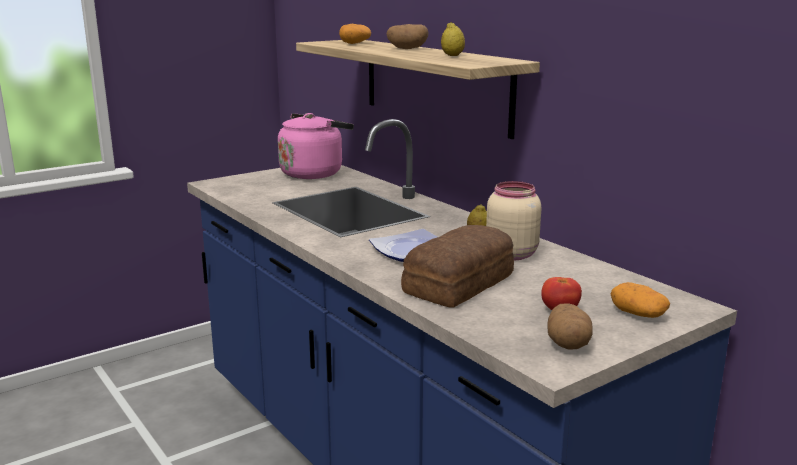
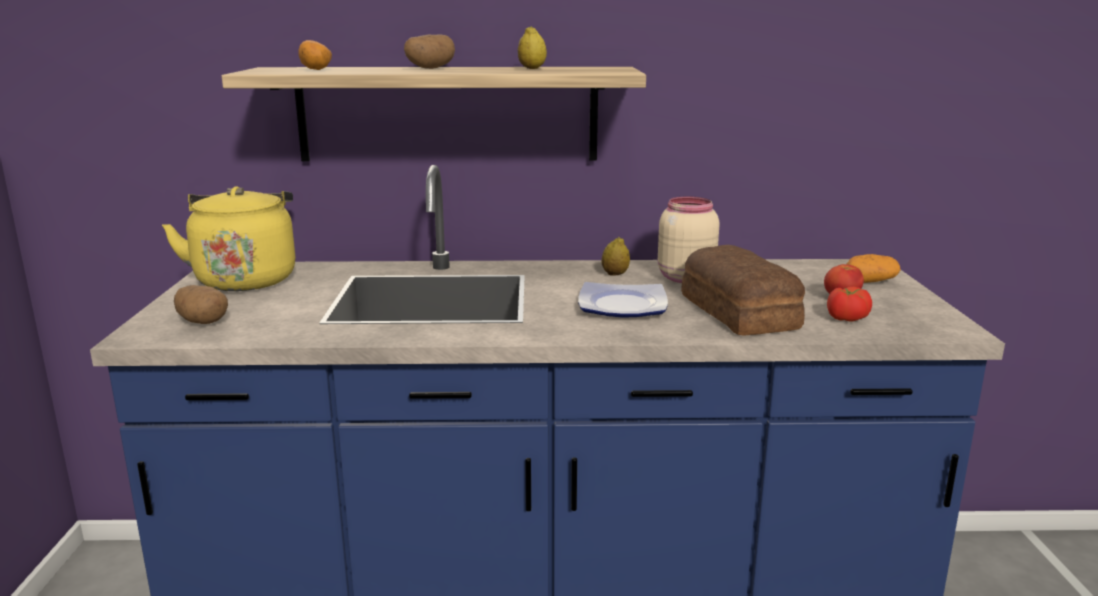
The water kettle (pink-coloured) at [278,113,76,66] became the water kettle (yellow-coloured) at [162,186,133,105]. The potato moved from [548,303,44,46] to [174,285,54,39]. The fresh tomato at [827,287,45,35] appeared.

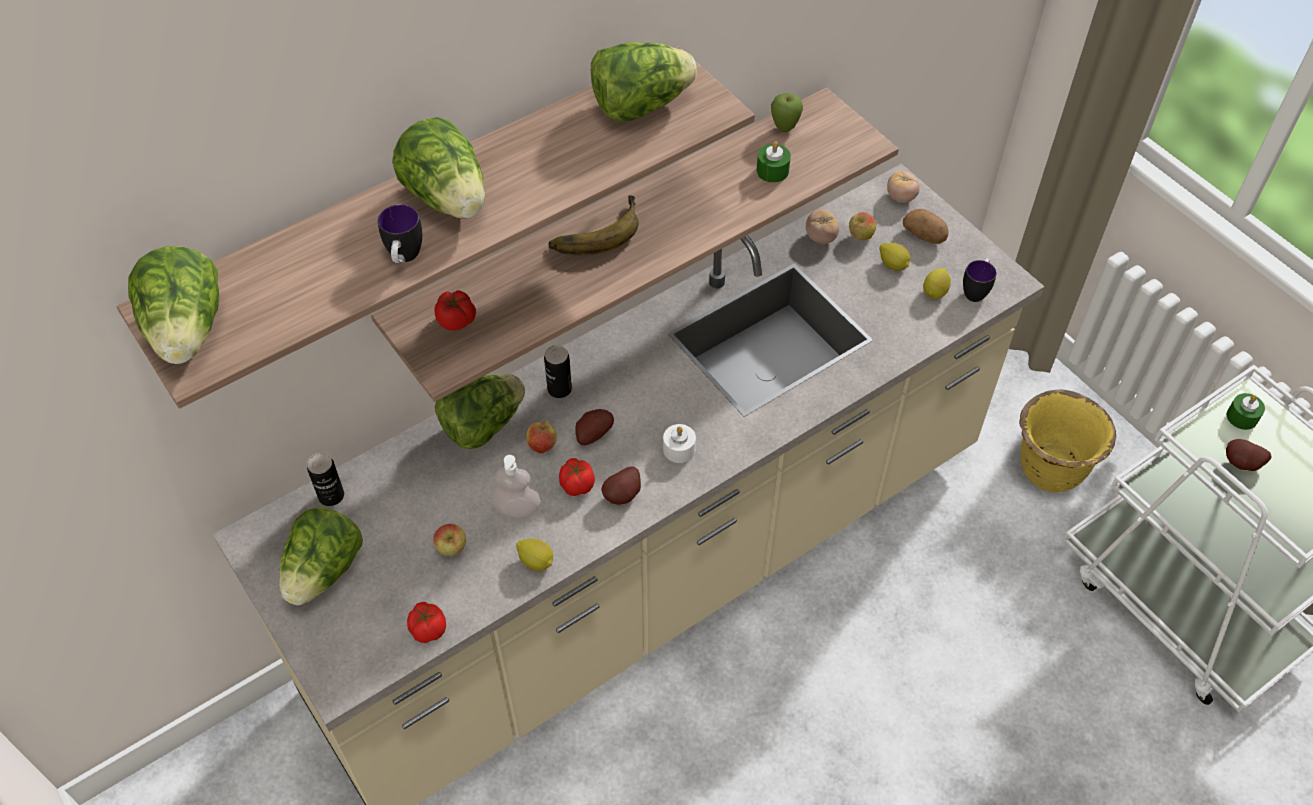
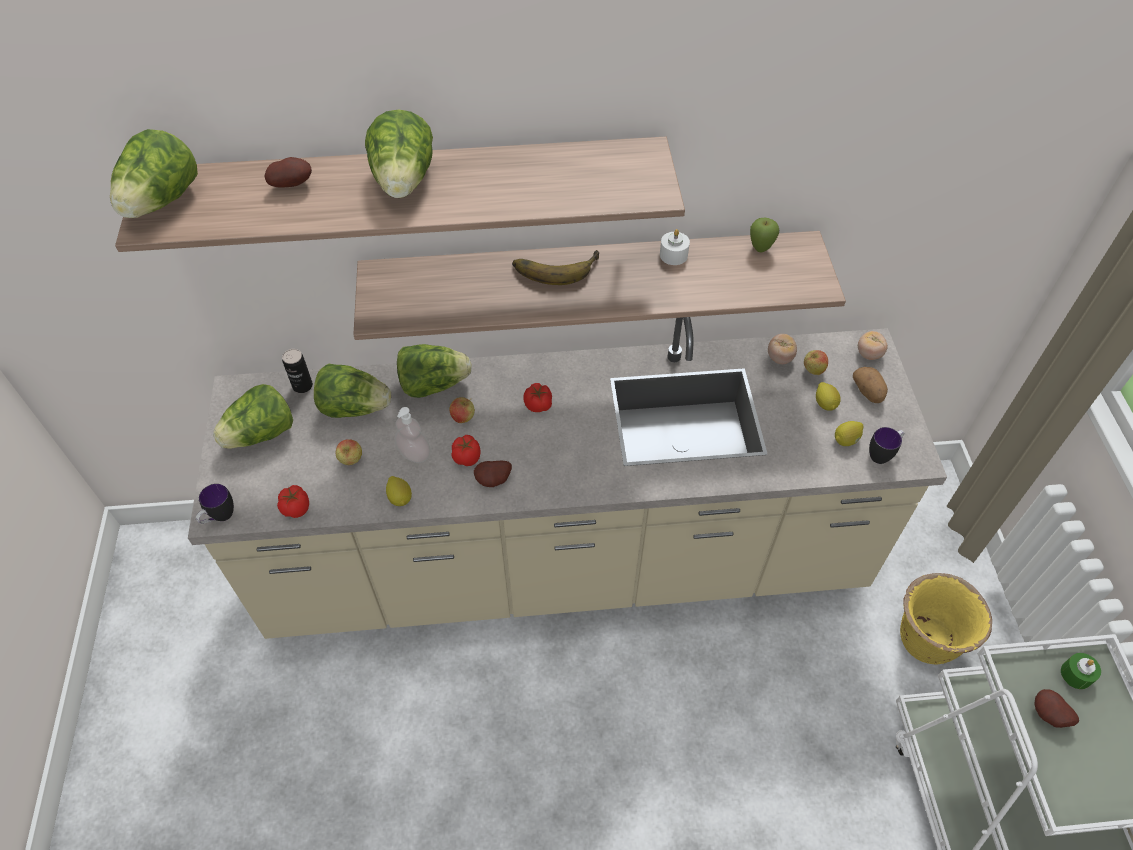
The lettuce head moved from [591,42,106,79] to [314,364,77,54]. The candle (green-coloured) at [757,141,34,42] disappeared. The mug moved from [378,204,44,59] to [196,484,38,40]. The fresh tomato moved from [434,290,42,41] to [523,383,29,29]. The sealed can at [544,345,28,53] disappeared. The potato moved from [575,409,39,36] to [265,157,47,31]. The candle (white) moved from [663,424,33,39] to [660,229,30,36].

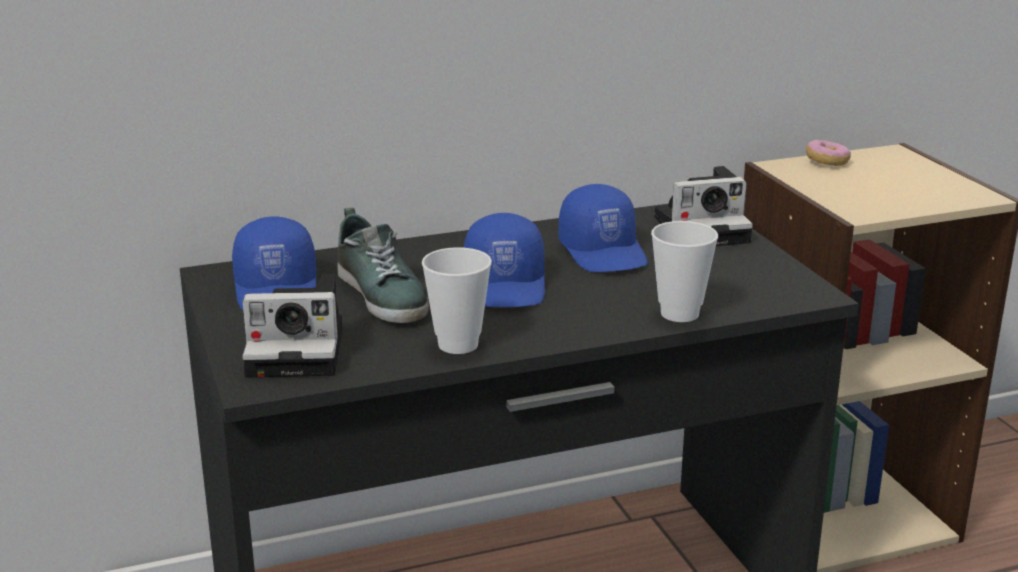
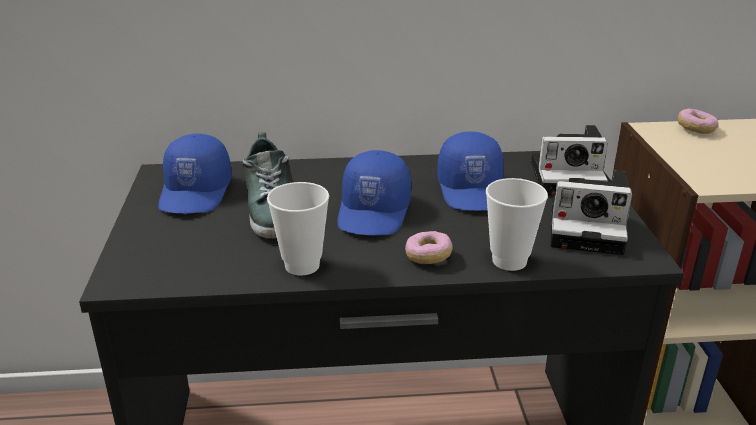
The photo camera moved from [242,274,101,104] to [551,171,81,84]. The doughnut at [405,231,47,33] appeared.

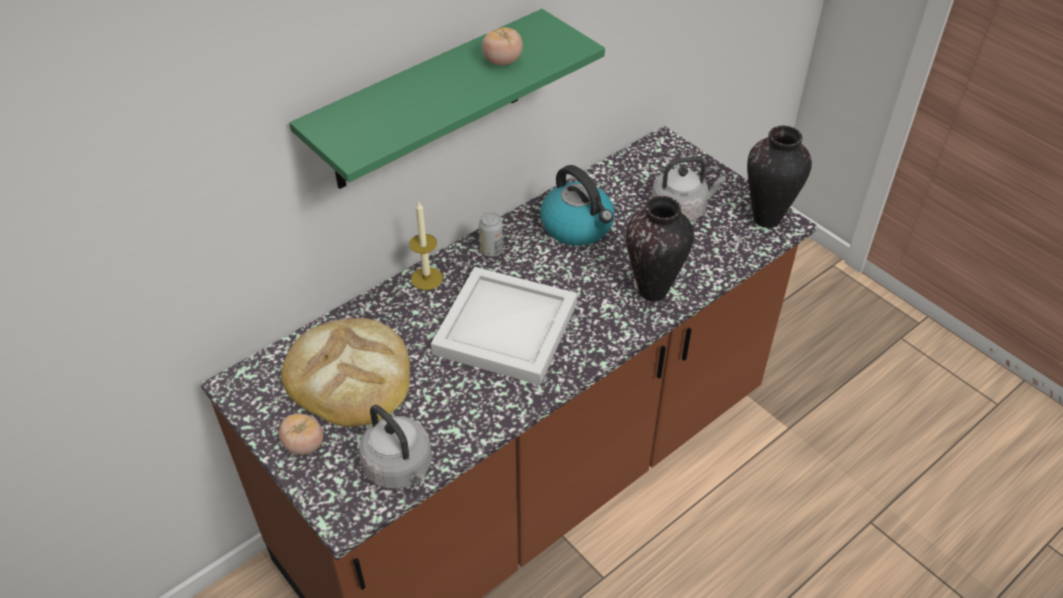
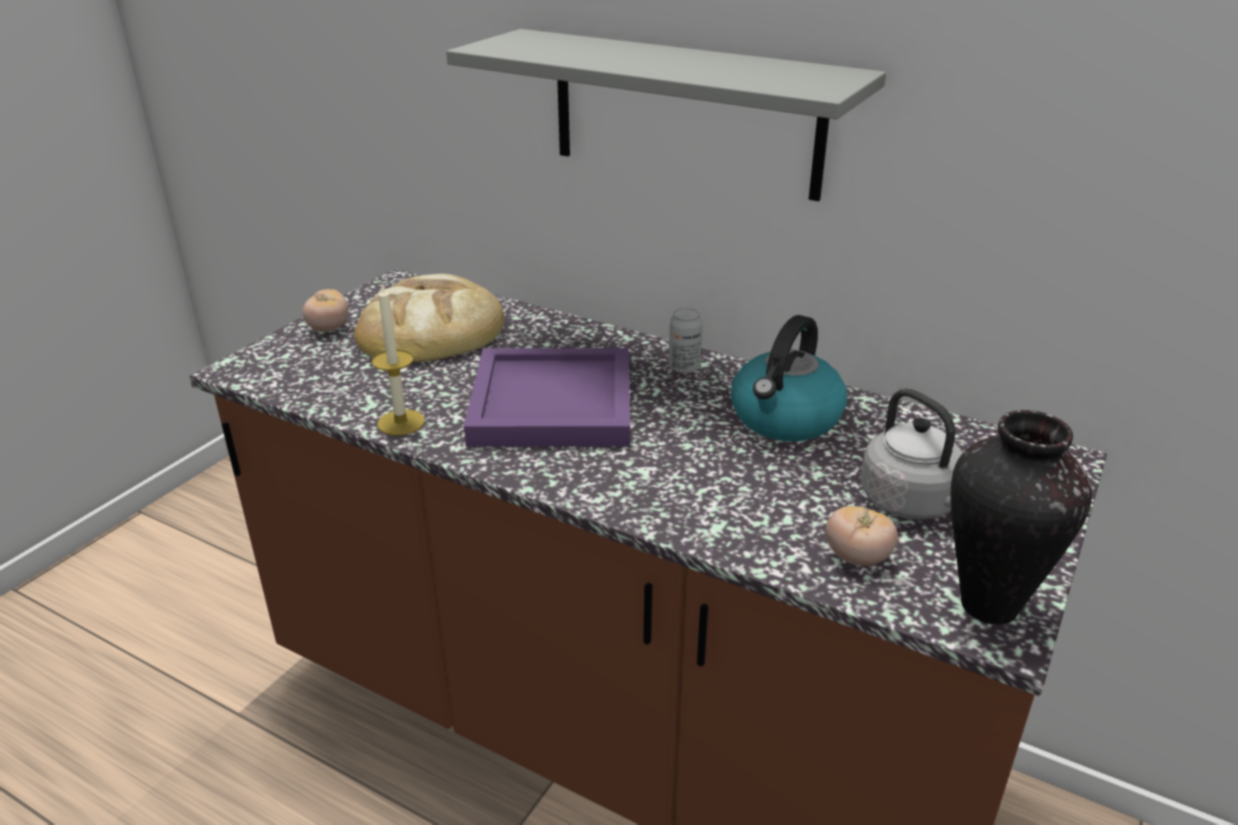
The shelf (green-coloured) at [289,9,316,180] became the shelf (gray) at [446,29,440,172]. The fresh tomato moved from [482,27,41,39] to [826,506,72,60]. The decorative vase at [626,196,68,105] disappeared. The candle moved from [409,200,34,90] to [371,284,54,151]. The tray (white) at [431,267,146,118] became the tray (purple-coloured) at [464,348,166,99]. The water kettle (gray) at [359,405,73,84] disappeared.

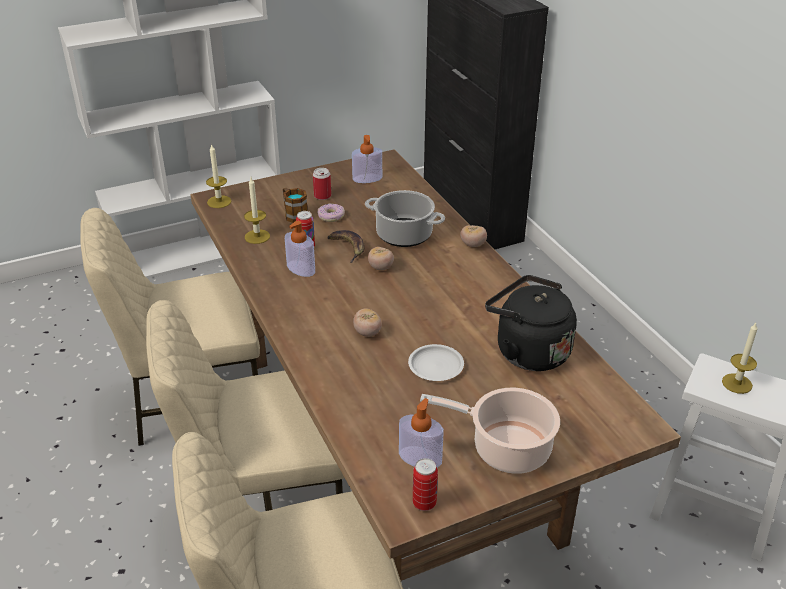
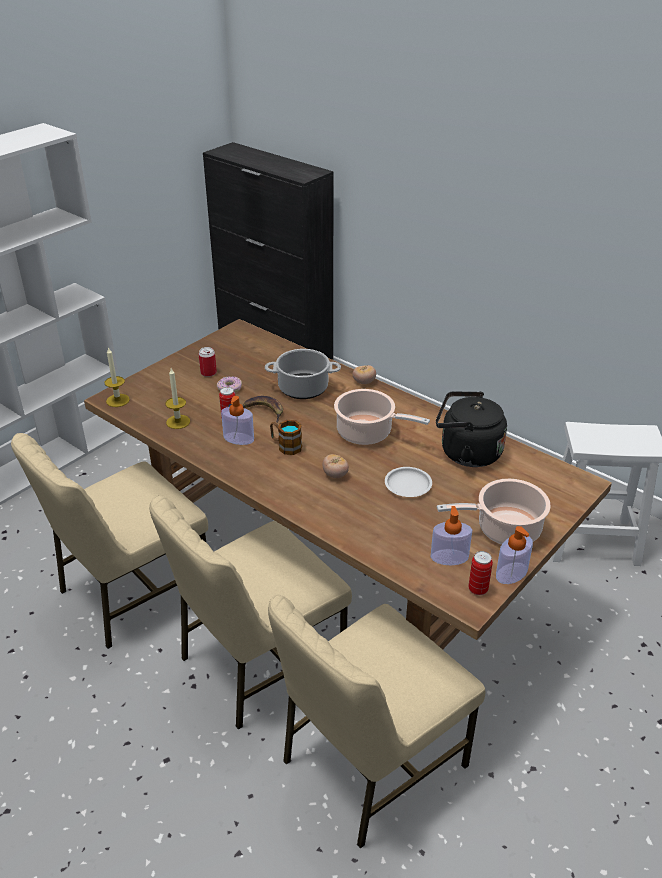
The soap dispenser moved from [352,135,30,48] to [496,526,37,58]. The mug moved from [283,188,24,35] to [270,420,32,35]. The fresh tomato at [368,247,26,23] disappeared. The candle at [722,323,36,71] disappeared. The cooking pot at [334,389,96,56] appeared.

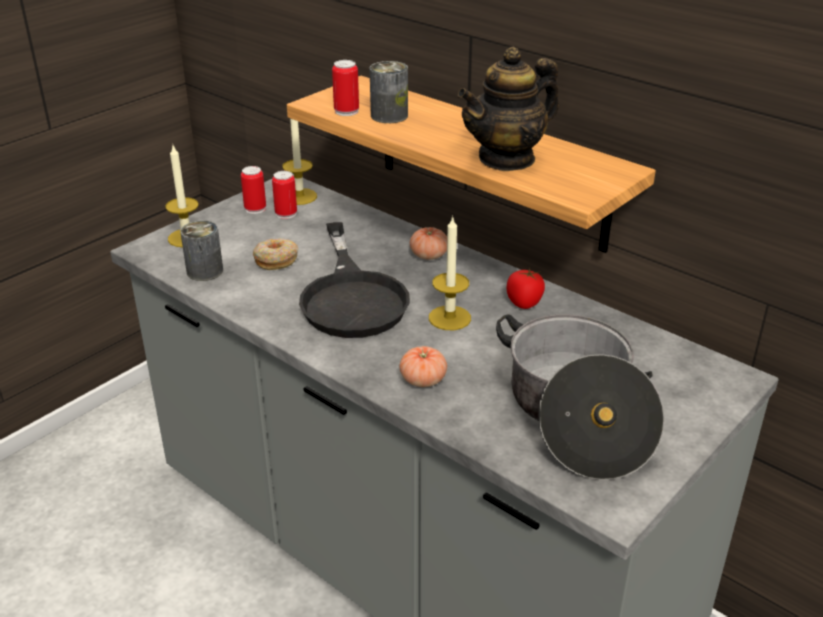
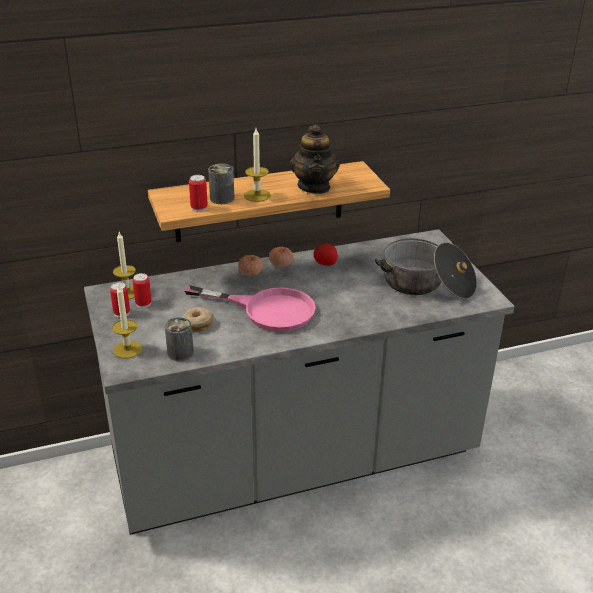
The candle moved from [429,216,42,114] to [244,128,27,74]. The pan (black-coloured) at [299,222,111,116] became the pan (pink-coloured) at [184,285,132,47]. The fresh tomato moved from [399,346,48,41] to [269,247,25,20].

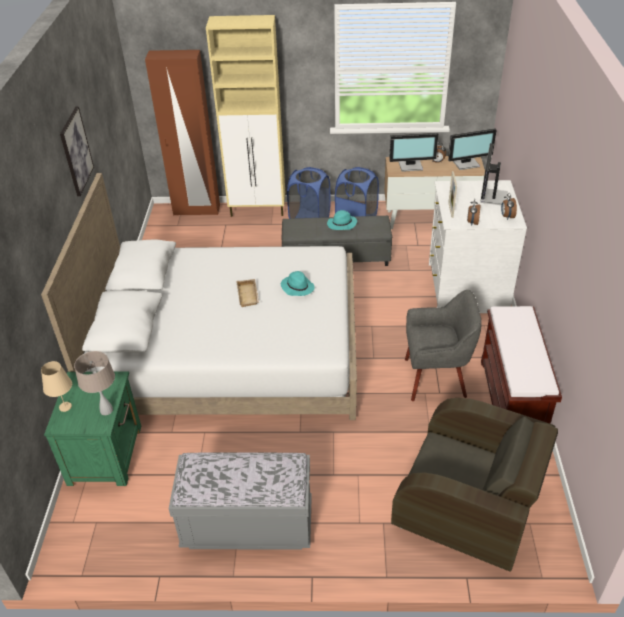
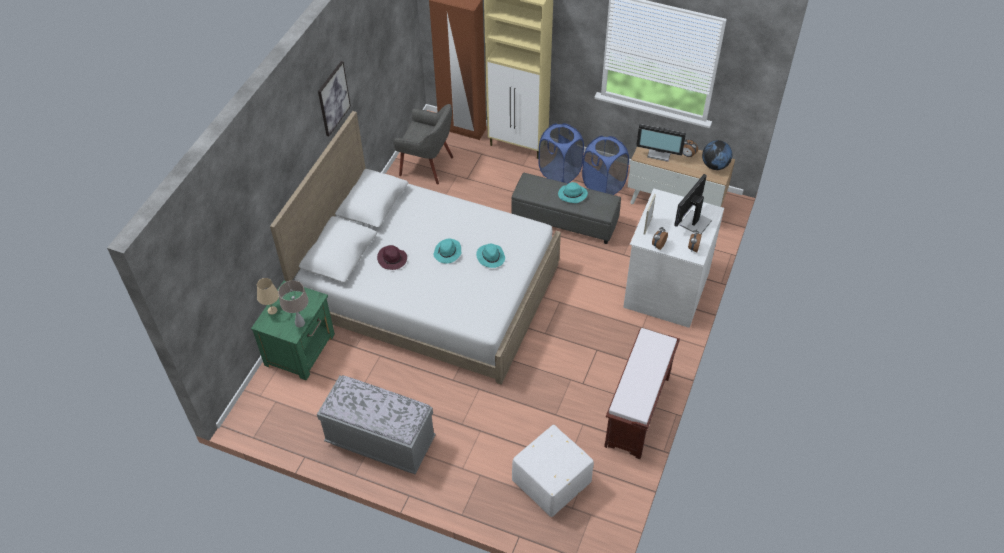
The monitor at [448,128,49,42] was replaced by the globe at [702,140,30,30]. The tray (sand-coloured) at [236,279,23,28] was replaced by the wearable hat (blue-green) at [433,238,28,25]. The lounge chair (gray) moved from [405,290,77,111] to [393,104,60,81]. The lounge chair (brownish) at [391,398,167,174] was replaced by the ottoman (white) at [512,425,82,92]. The wearable hat (purple-coloured) at [377,245,30,25] appeared.

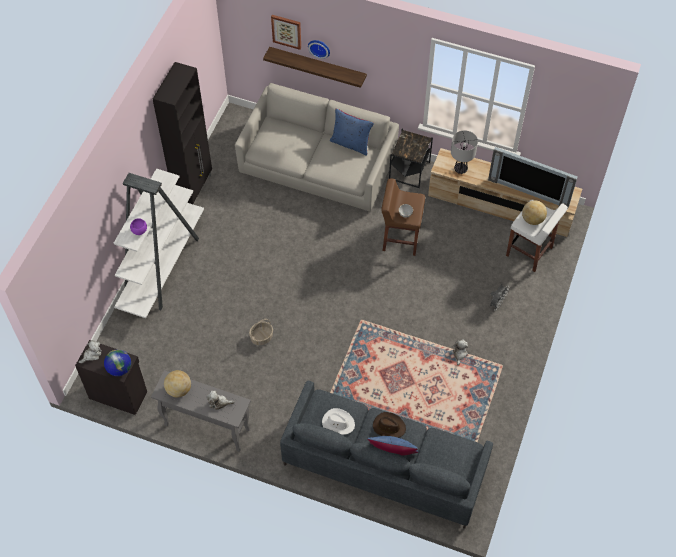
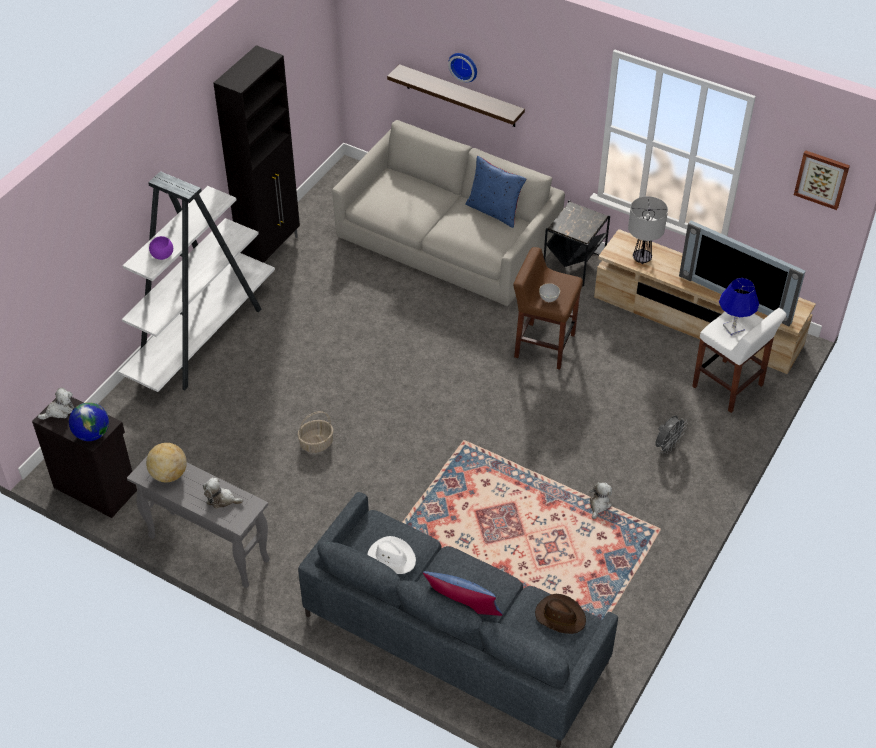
The wall picture moved from [271,15,30,35] to [794,150,56,60]. The globe at [522,200,25,25] was replaced by the lamp for a table (bluish) at [719,278,40,58]. The wearable hat (brownish) moved from [373,412,33,26] to [535,594,51,40].

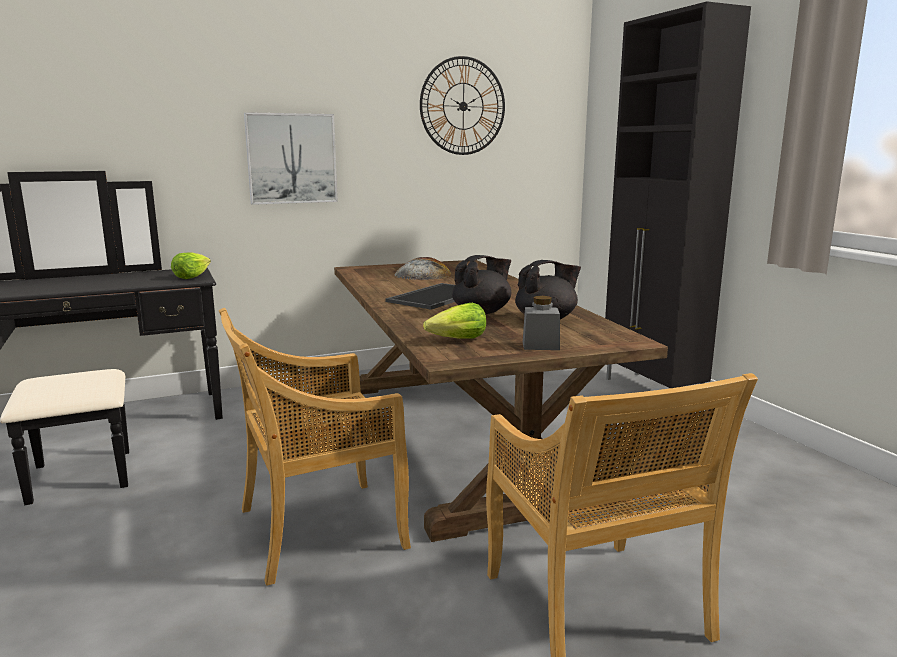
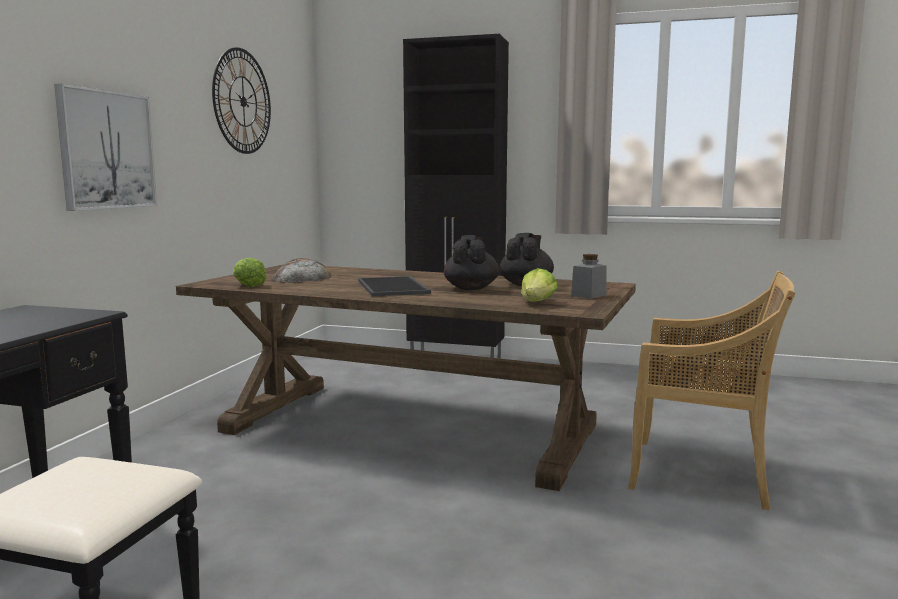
The lettuce head moved from [171,252,40,27] to [233,258,33,29]. The upright chair (sand-coloured) at [219,308,192,278] disappeared.

